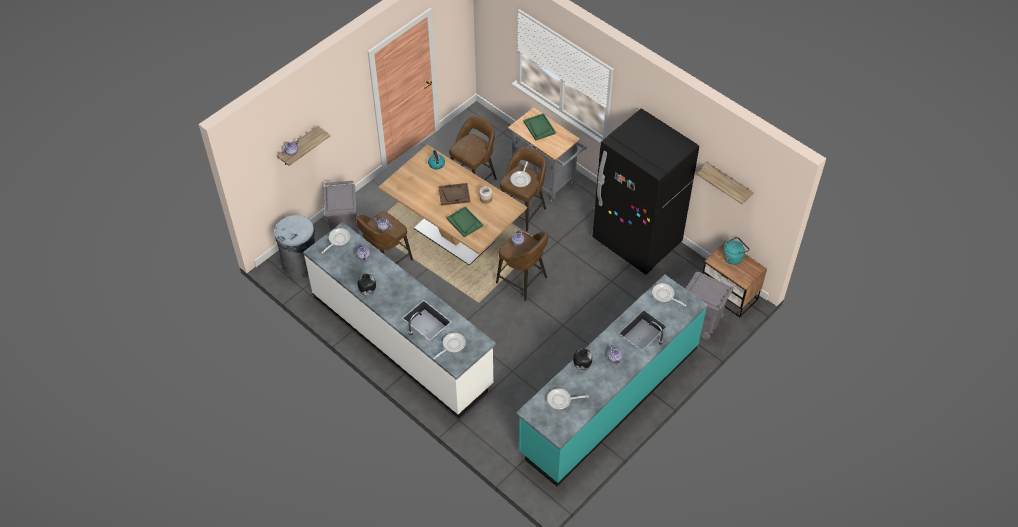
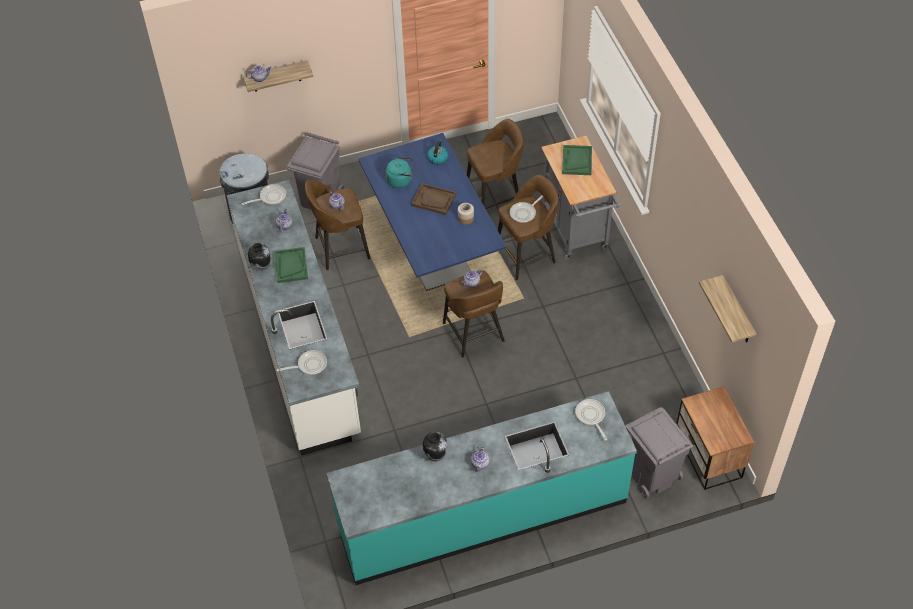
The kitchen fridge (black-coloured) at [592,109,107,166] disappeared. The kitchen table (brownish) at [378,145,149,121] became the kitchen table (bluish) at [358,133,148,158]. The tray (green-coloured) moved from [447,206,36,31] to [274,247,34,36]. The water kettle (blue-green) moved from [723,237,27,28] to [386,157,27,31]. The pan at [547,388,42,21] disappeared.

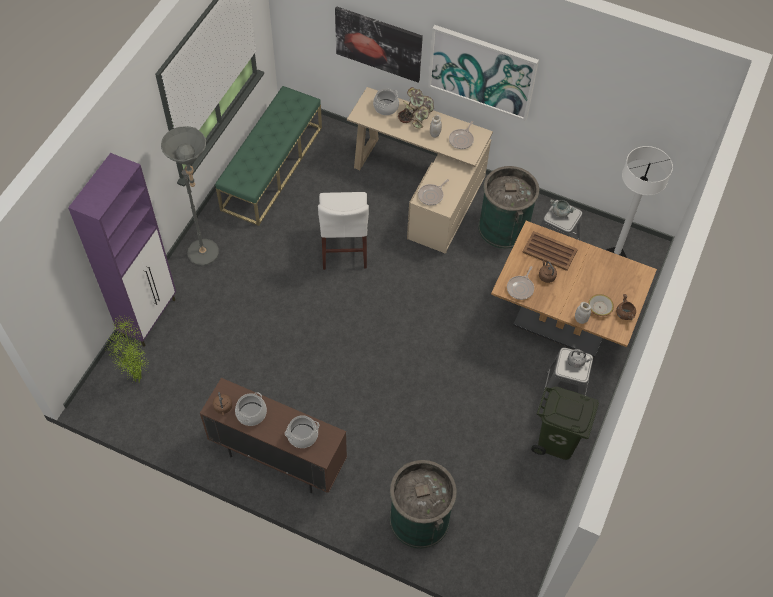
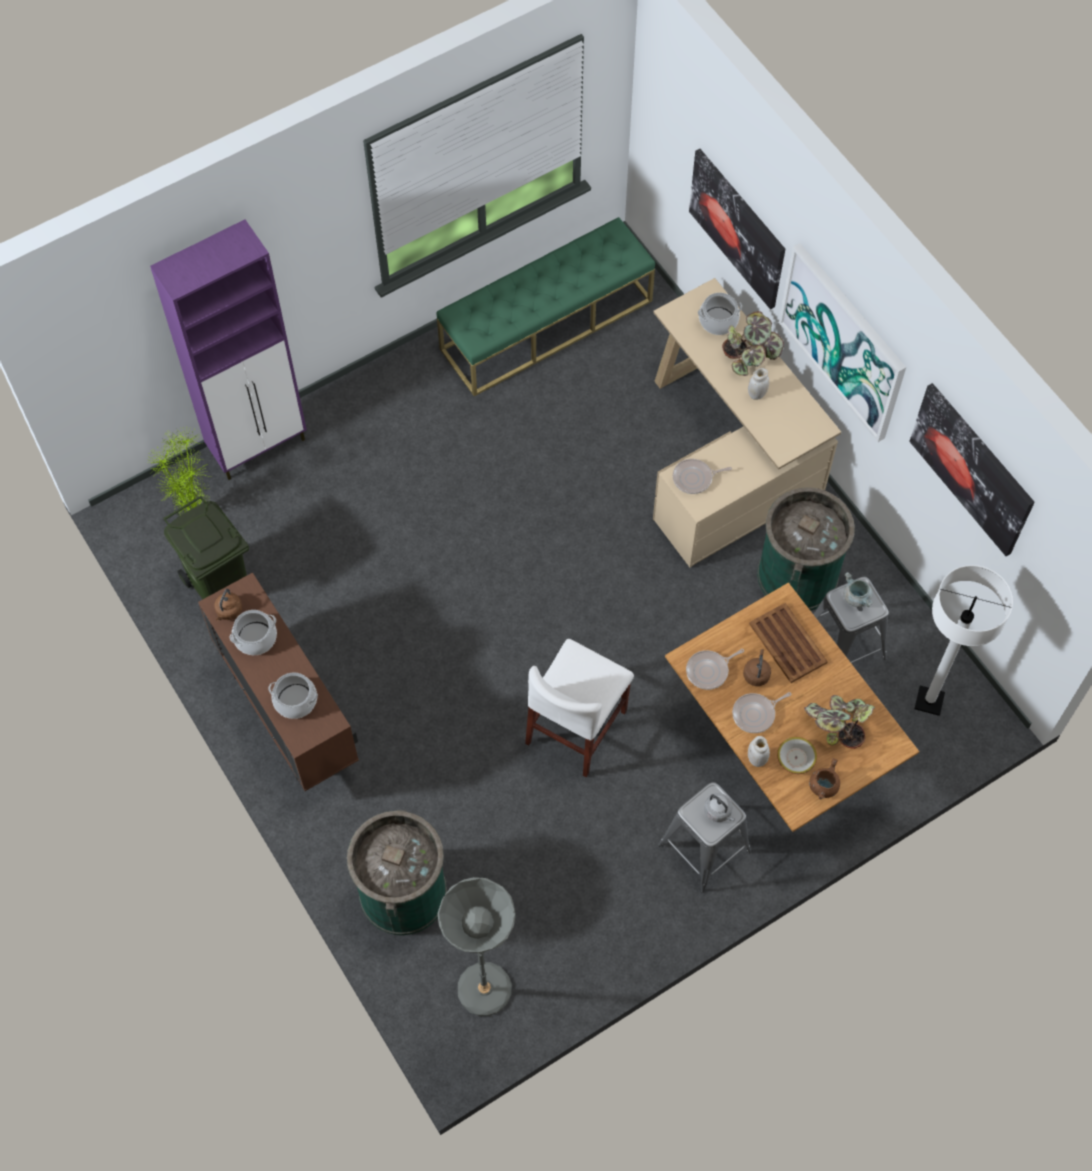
The pan moved from [449,121,25,28] to [732,692,60,41]. The standing lamp (gray) moved from [161,126,58,140] to [437,877,79,139]. The upright chair (white) moved from [318,192,51,78] to [525,639,109,138]. The waste bin (green-coloured) moved from [531,387,68,73] to [163,495,86,104]. The wall picture at [909,383,126,173] appeared. The houseplant at [804,695,71,54] appeared.

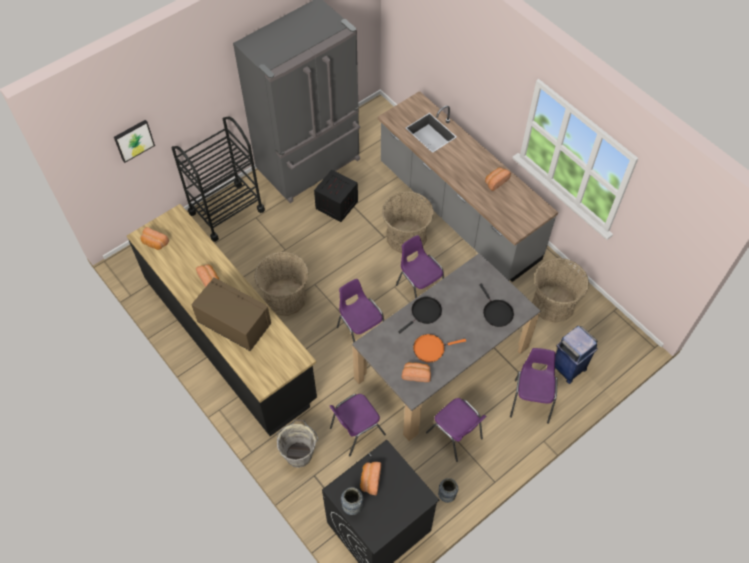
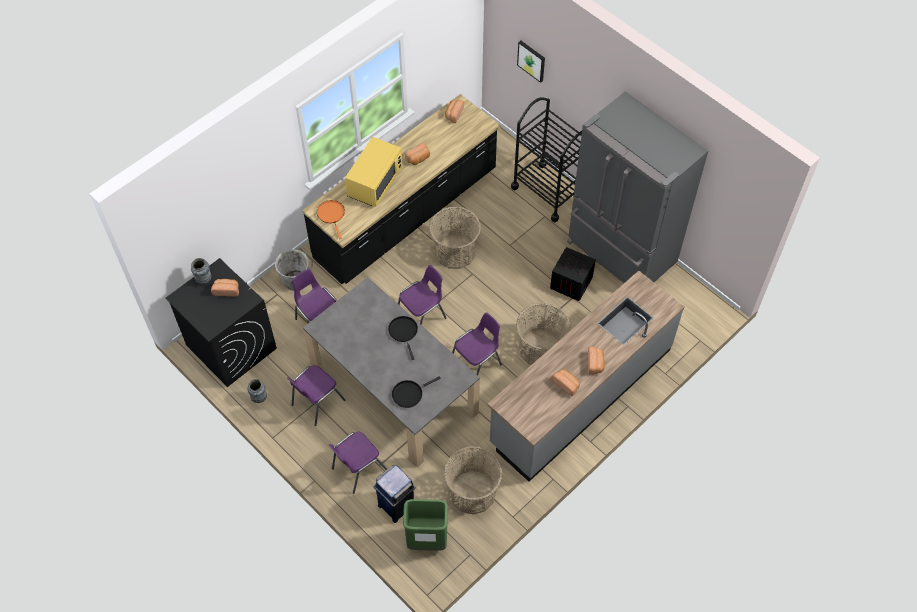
The microwave oven (brownish) at [192,277,79,74] became the microwave oven (yellow-coloured) at [345,137,58,70]. The pan (black-coloured) at [398,297,44,36] turned 150 degrees counterclockwise. The pan (orangey) moved from [413,334,53,28] to [317,200,28,39]. The upright chair (purple-coloured) at [510,348,48,76] turned 135 degrees clockwise. The baked bread moved from [402,362,29,20] to [588,347,17,28]. The waste bin (green-coloured) at [403,499,45,52] appeared.

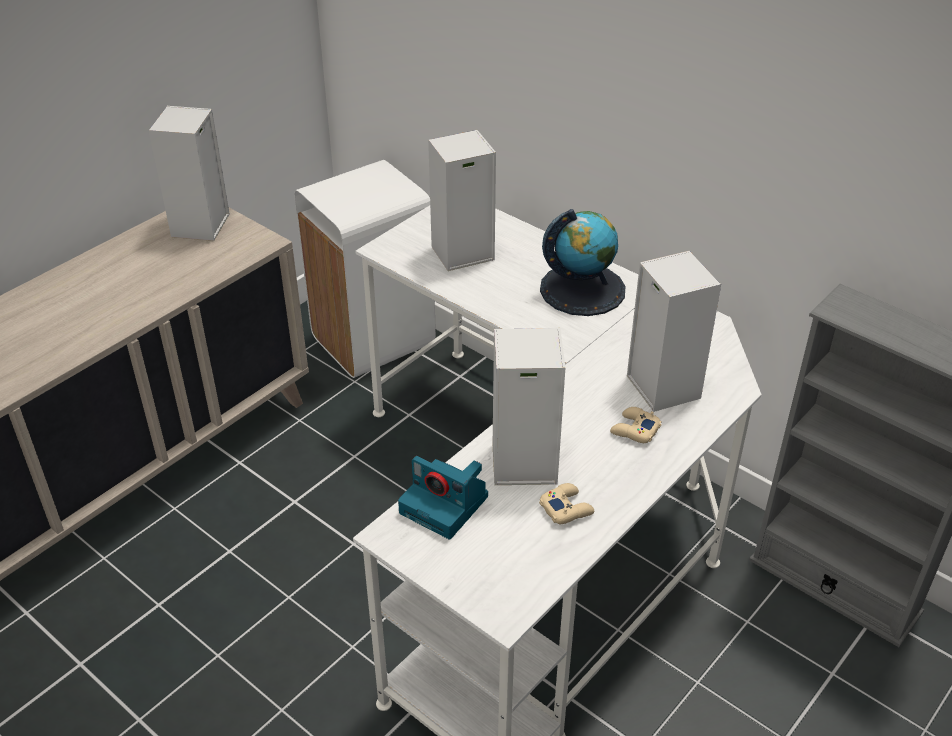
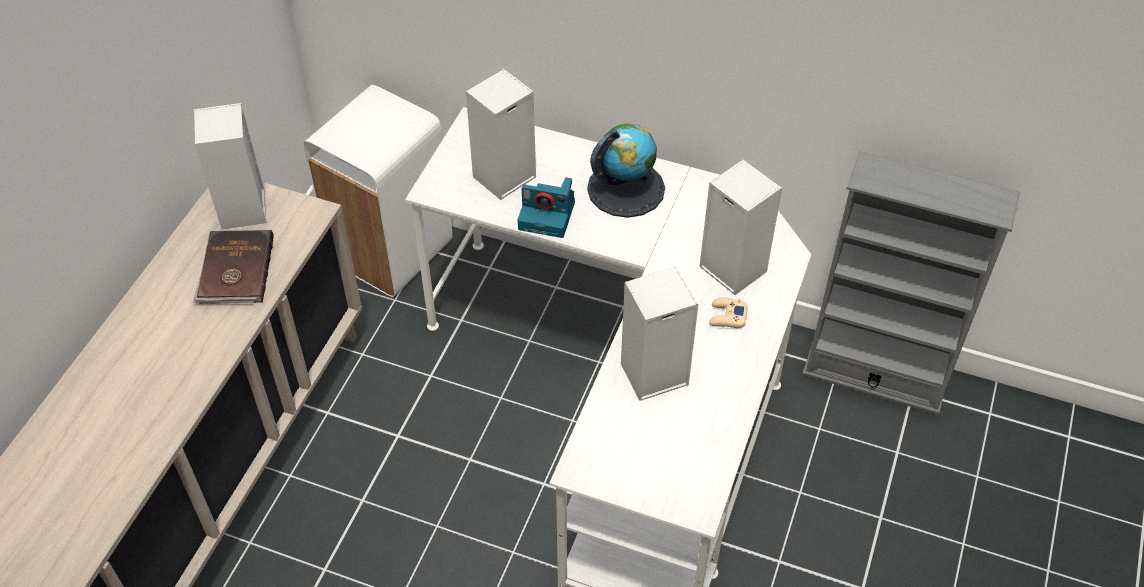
The photo camera moved from [398,456,90,84] to [518,177,57,61]. The joypad (sand-coloured) at [539,483,55,41] disappeared. The volume (brownish) at [193,230,81,74] appeared.

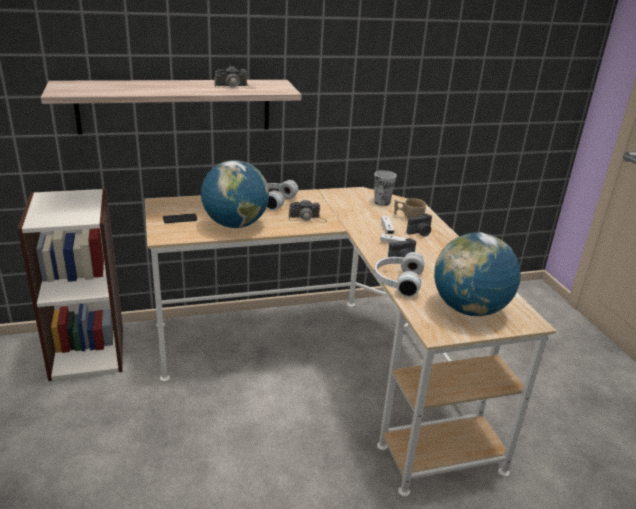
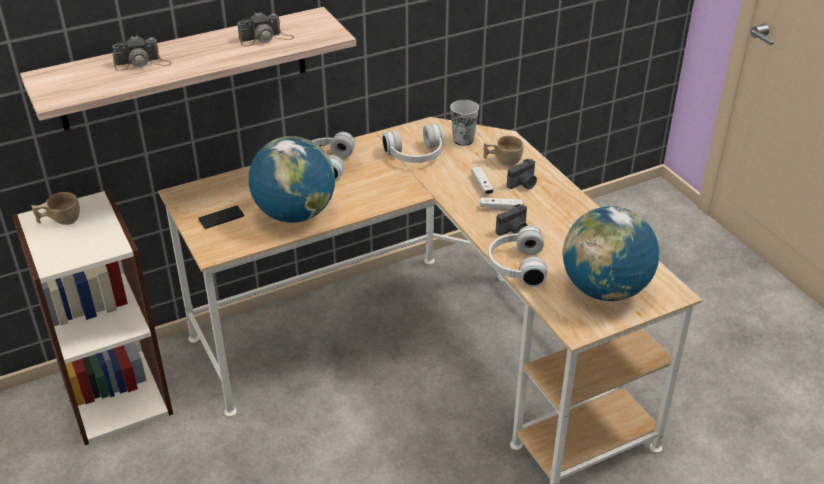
The photo camera moved from [289,199,38,24] to [112,36,60,35]. The headset (white) at [382,124,61,39] appeared. The small cup (sand-coloured) at [31,192,49,33] appeared.

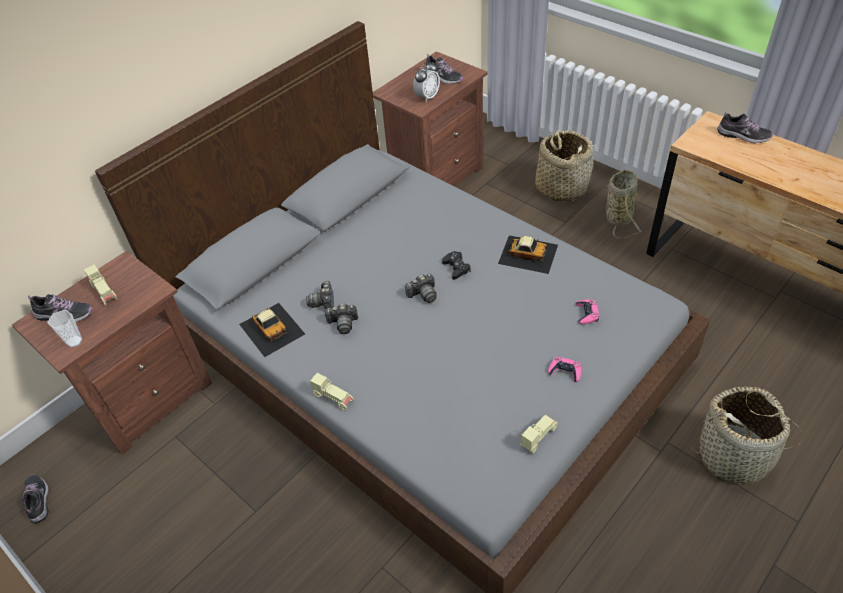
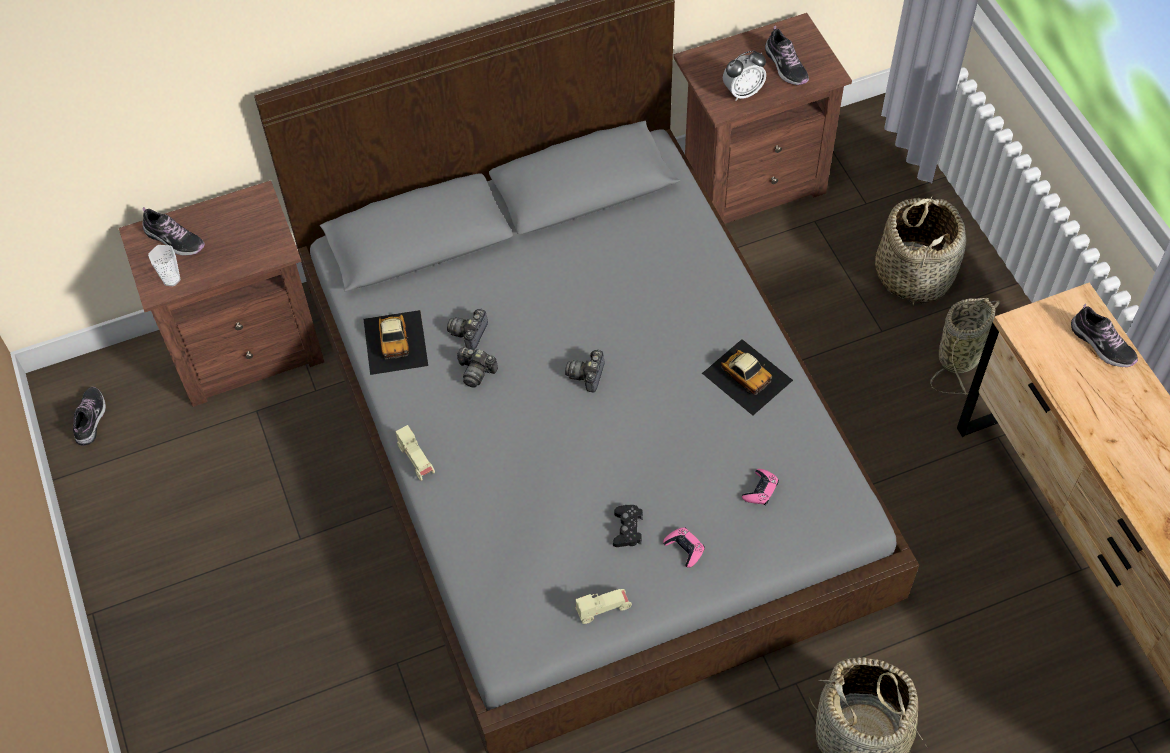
The joypad (black-coloured) moved from [442,251,29,29] to [613,505,30,42]. The toy car (sand-coloured) at [84,264,33,42] disappeared. The photo camera at [405,274,32,29] turned 105 degrees clockwise.

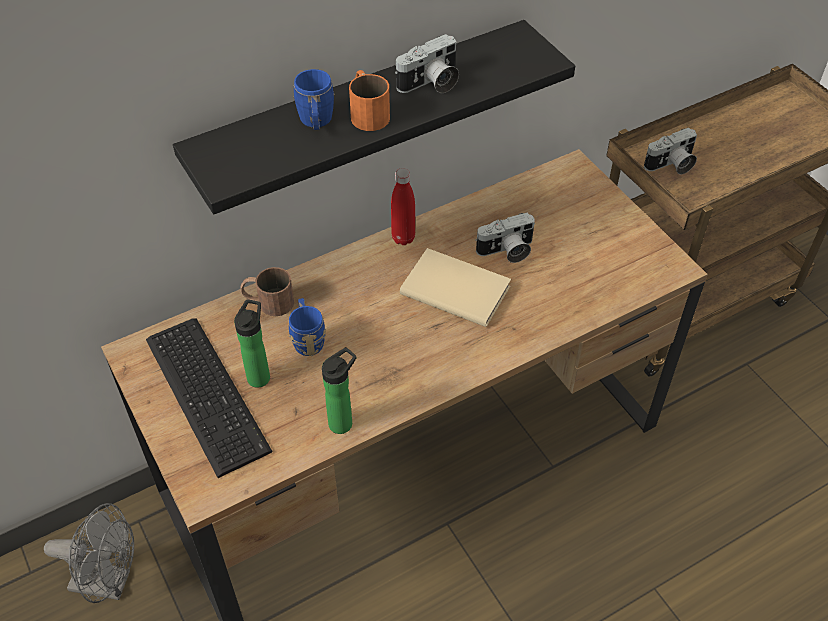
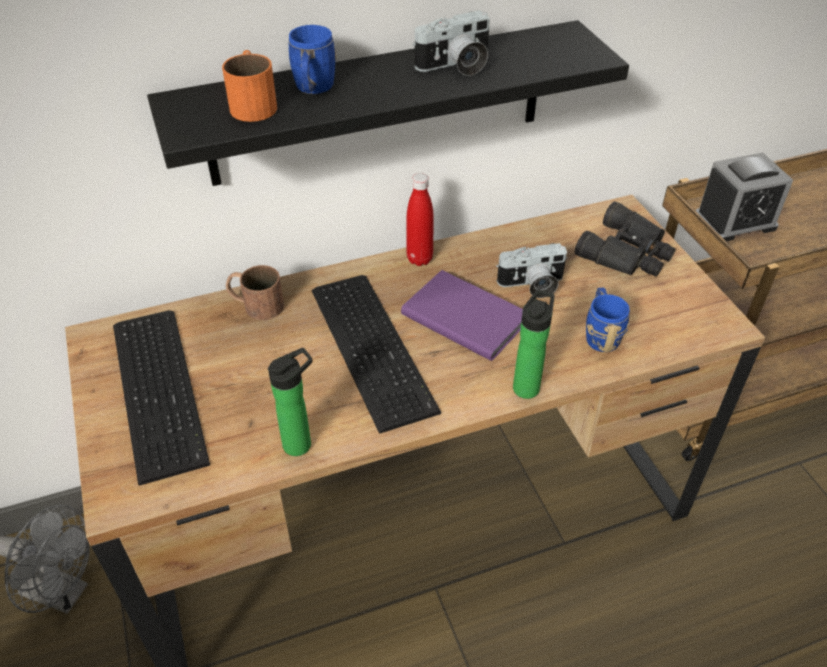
The mug (orangey) moved from [349,70,41,61] to [222,50,55,72]. The photo camera at [644,128,53,46] was replaced by the bedside clock at [696,153,97,88]. The volume (sand-coloured) at [400,248,111,79] became the volume (purple-coloured) at [401,270,122,91]. The mug (bluish) moved from [289,298,37,58] to [586,288,44,64]. The beverage bottle moved from [234,299,36,89] to [513,289,42,110]. The field glasses (black-coloured) at [575,201,100,75] appeared. The keyboard at [312,275,129,159] appeared.

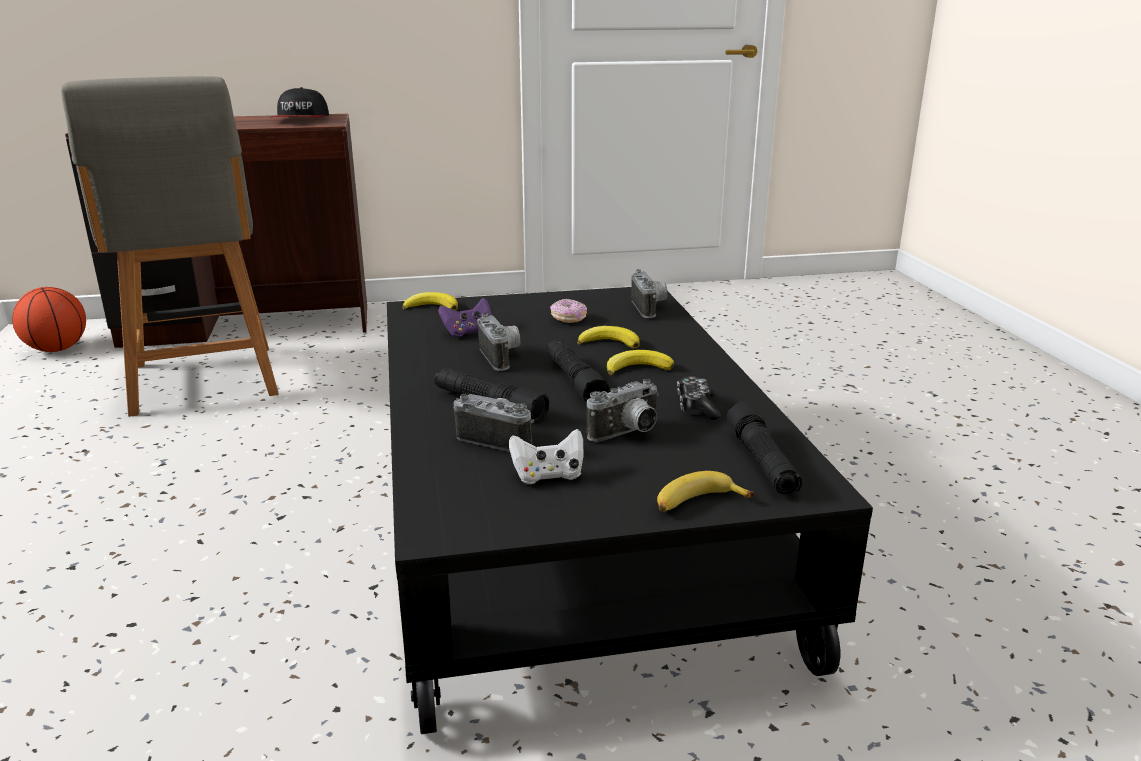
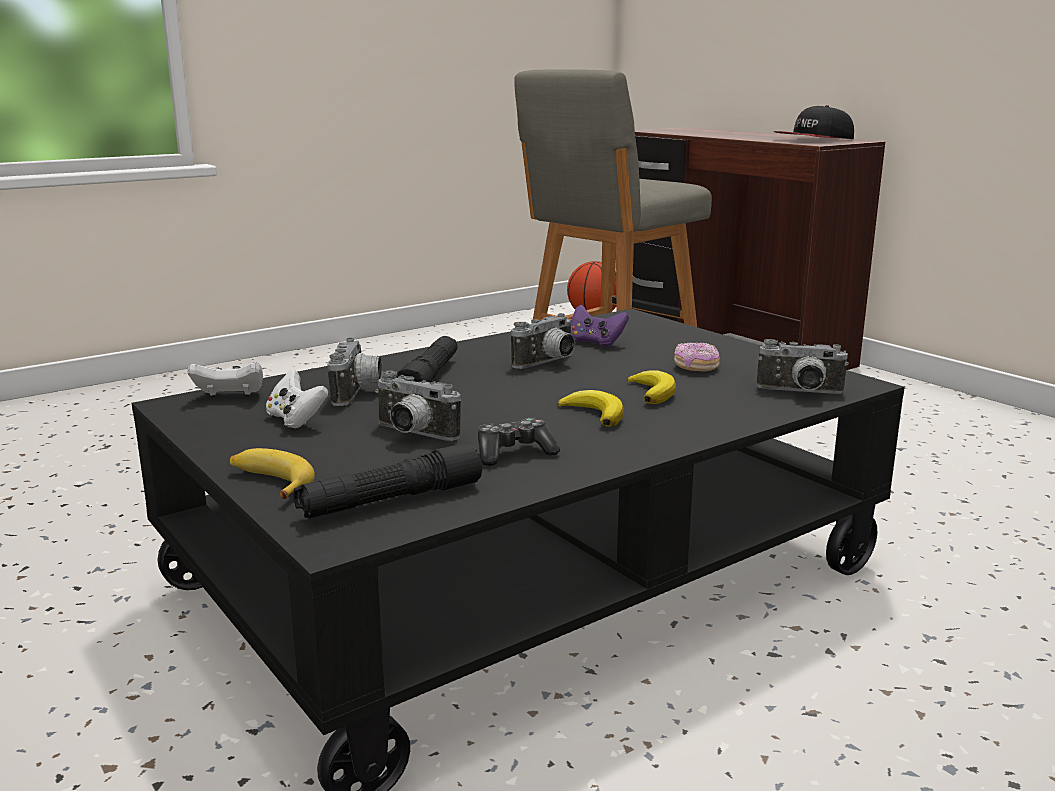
The photo camera at [631,269,36,49] turned 45 degrees clockwise. The whole banana at [402,292,56,18] disappeared. The torch (black-coloured) at [547,339,63,64] disappeared. The joypad (white) at [187,363,76,33] appeared.

